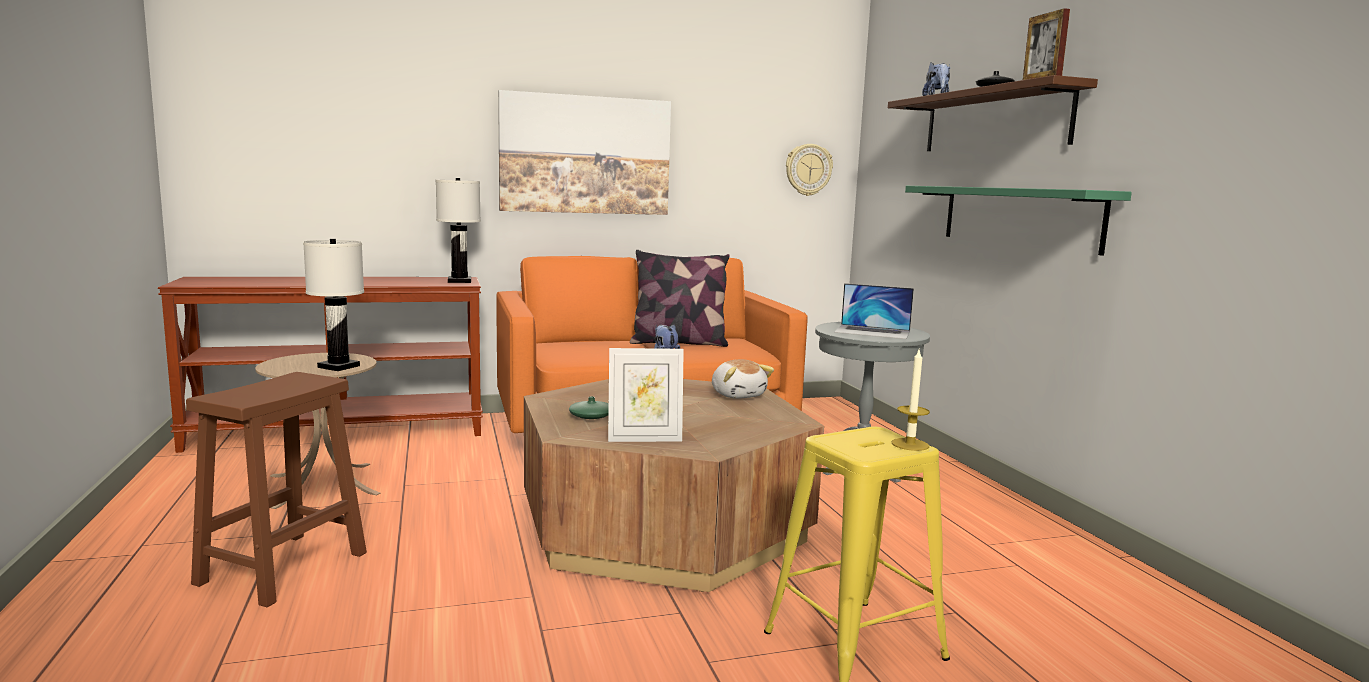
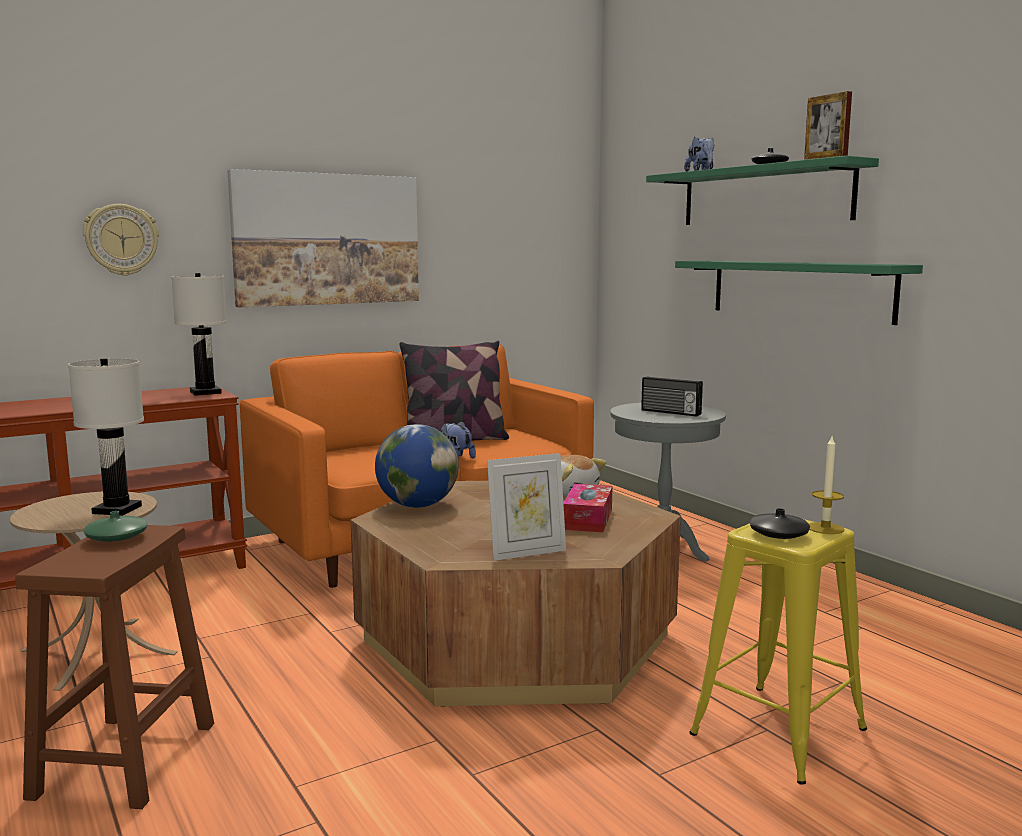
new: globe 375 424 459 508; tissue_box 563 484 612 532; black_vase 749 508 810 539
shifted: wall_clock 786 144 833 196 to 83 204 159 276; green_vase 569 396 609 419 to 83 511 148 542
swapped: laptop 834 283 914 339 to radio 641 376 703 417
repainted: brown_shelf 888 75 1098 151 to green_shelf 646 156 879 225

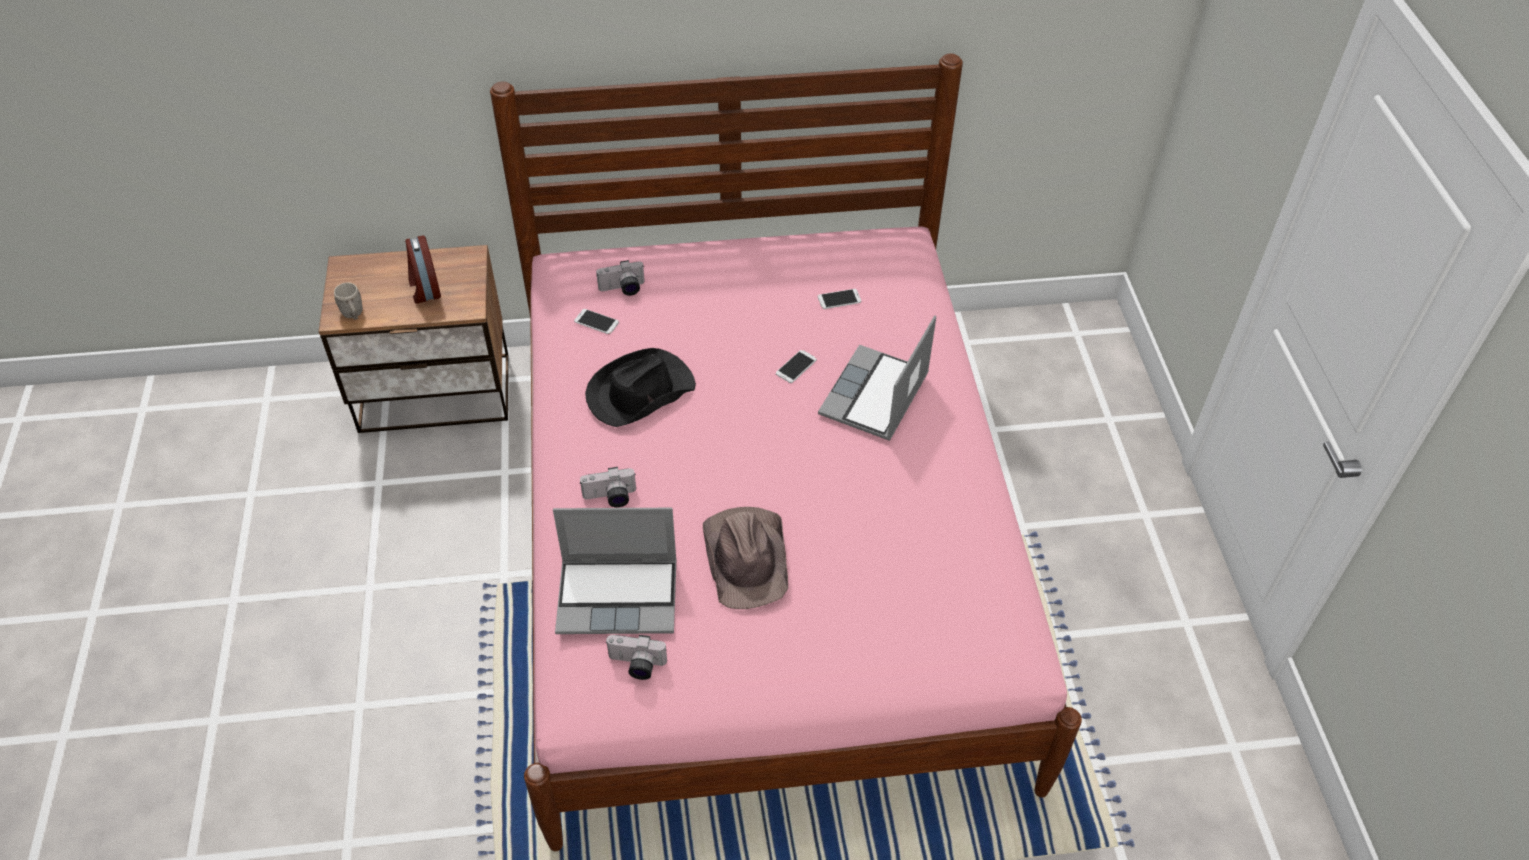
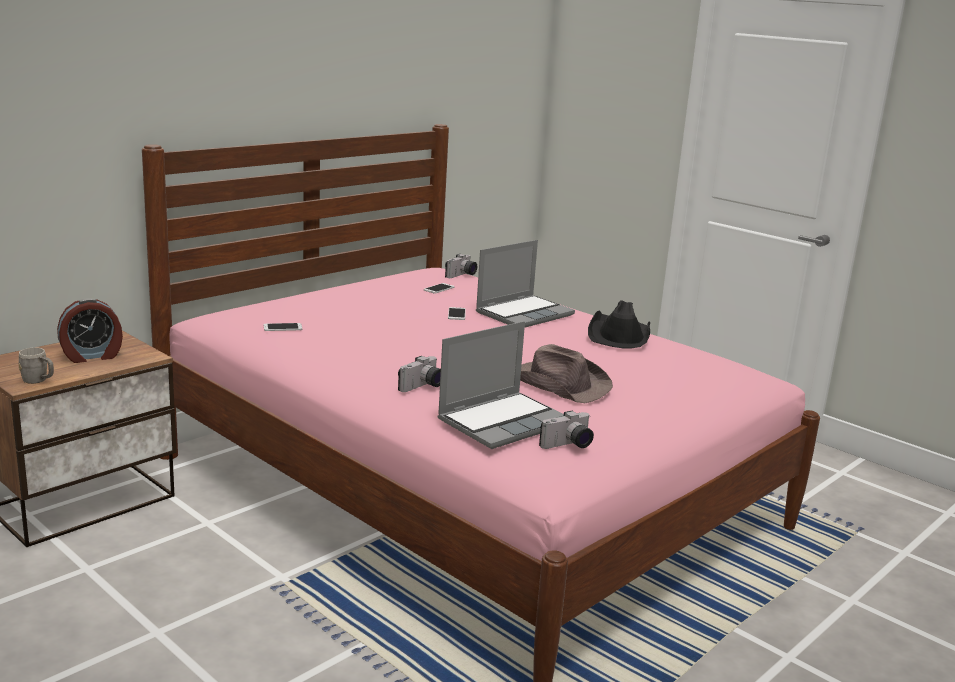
shifted: photo_camera 596 260 645 296 to 445 254 477 278; black_hat 585 348 696 427 to 588 300 650 348
rotated: alarm_clock 405 236 441 304 = 57 298 123 363 60 degrees counterclockwise; laptop 818 315 936 441 = 476 240 575 327 120 degrees counterclockwise

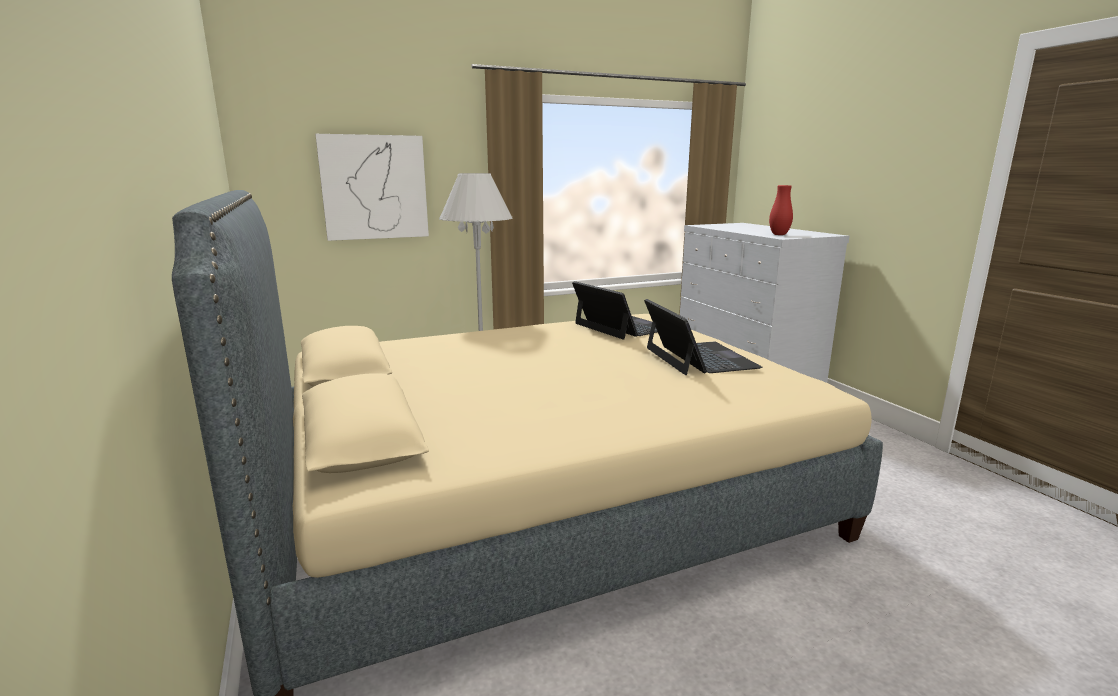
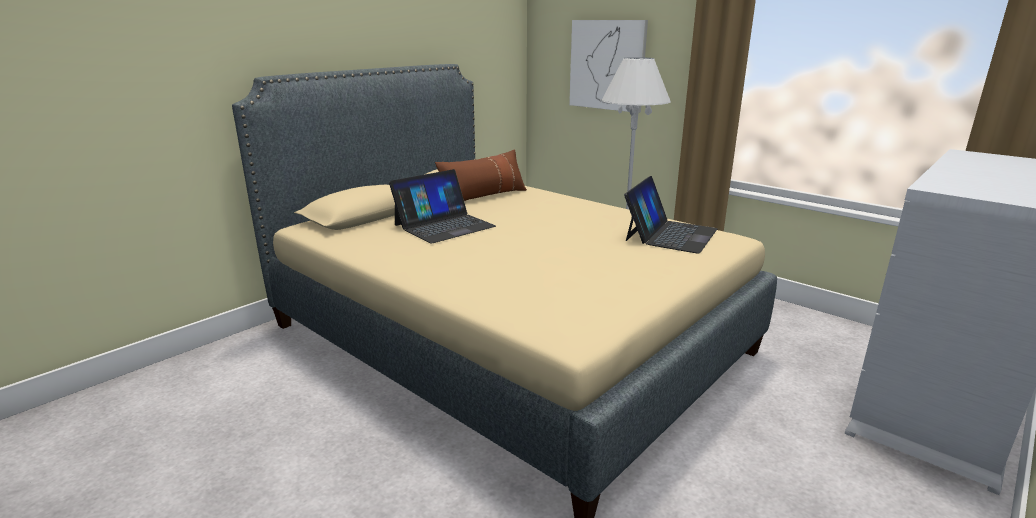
gone: red_vase 769 185 793 235
new: brown_pillow 435 150 527 201
shifted: laptop 644 299 763 375 to 389 169 496 244

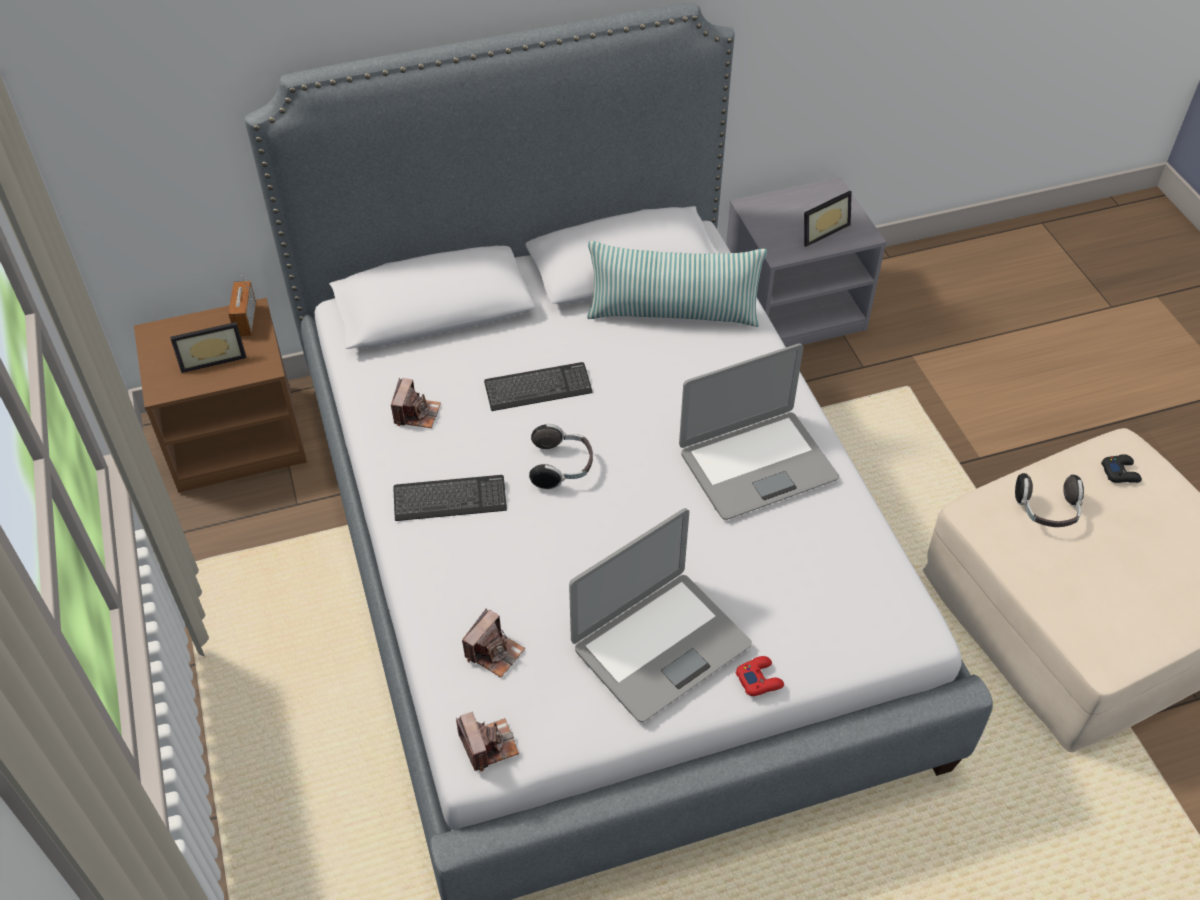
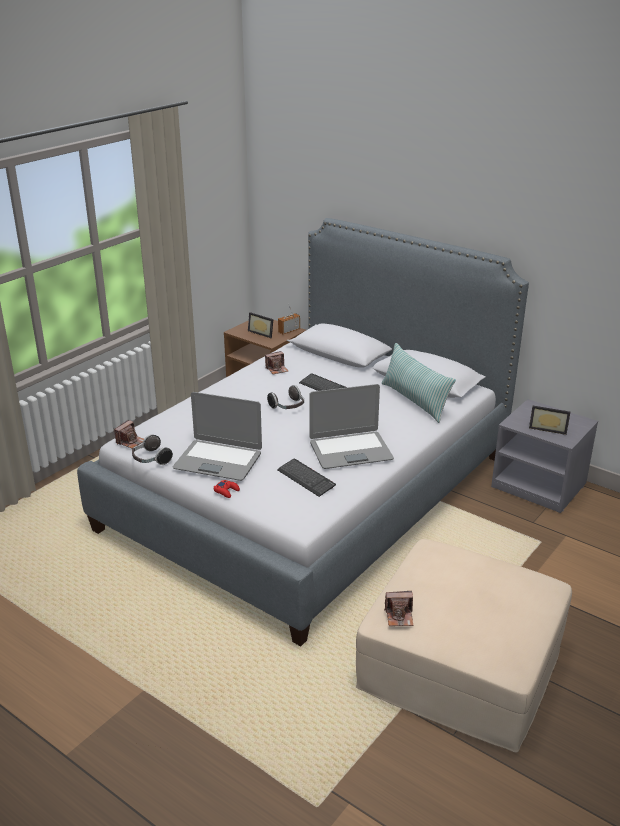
gone: black_game_controller 1101 454 1142 483
shifted: headphones 1015 473 1084 527 to 132 434 173 465; keyboard 393 475 507 521 to 277 459 336 497; photo_camera 462 608 525 677 to 384 591 414 626
rotated: laptop 679 343 839 520 = 309 384 394 469 45 degrees counterclockwise

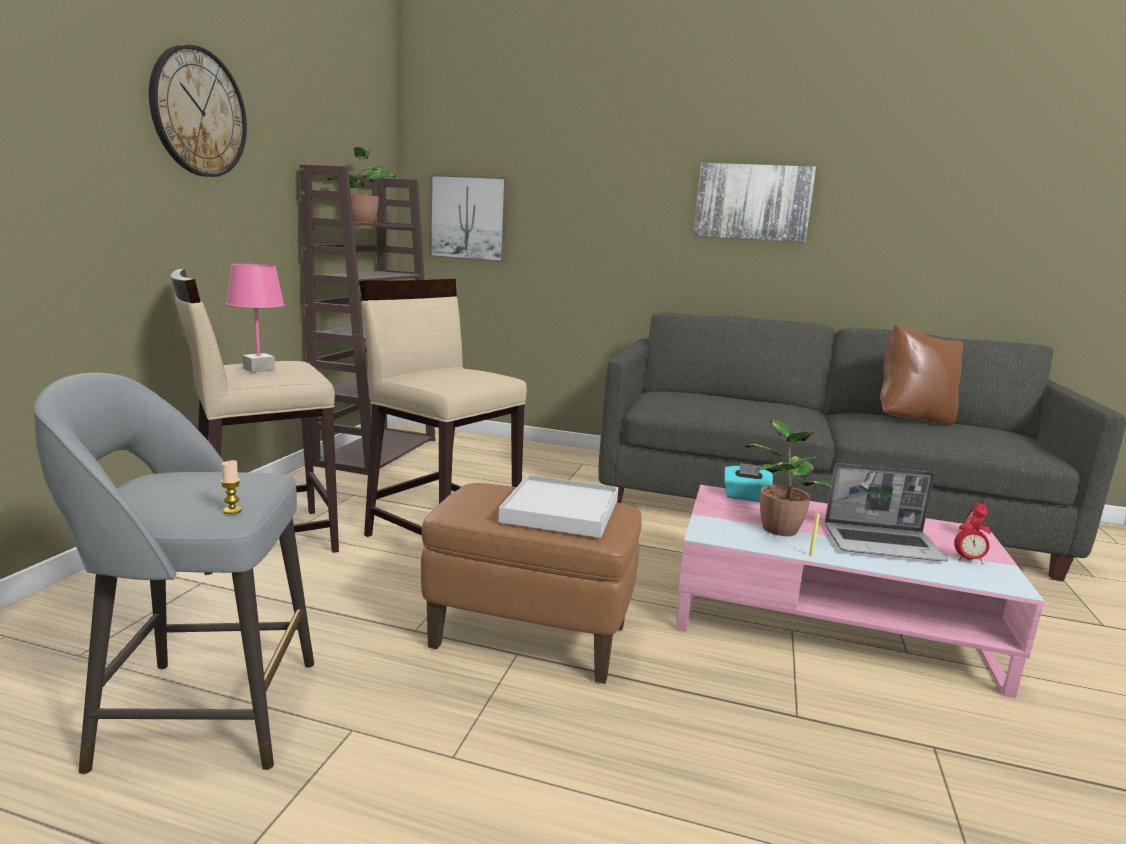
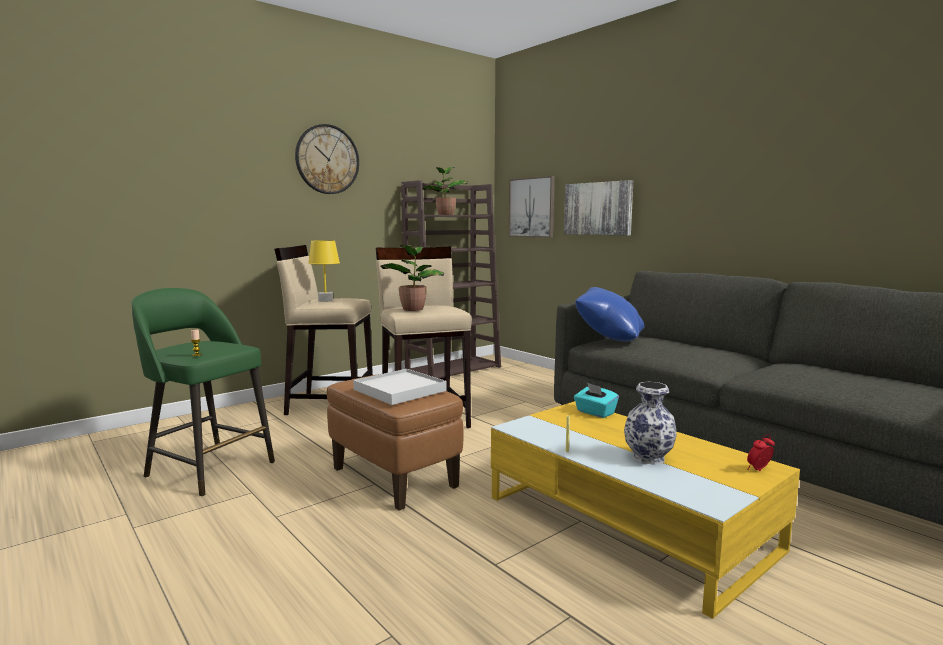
gone: brown_pillow 880 324 963 424; alarm_clock 954 517 991 564
new: blue_pillow 575 287 645 342
shifted: picture 693 163 816 243 to 564 180 633 236; potted_plant 740 419 834 536 to 380 245 445 311
swapped: laptop 825 463 948 561 to vase 624 381 676 465
repainted: pink_table_lamp 226 264 285 372 to yellow_table_lamp 308 240 340 302; grey_stool 34 373 314 774 to green_stool 131 288 275 496; pink_coffee_table 676 485 1044 698 to yellow_coffee_table 491 401 800 619

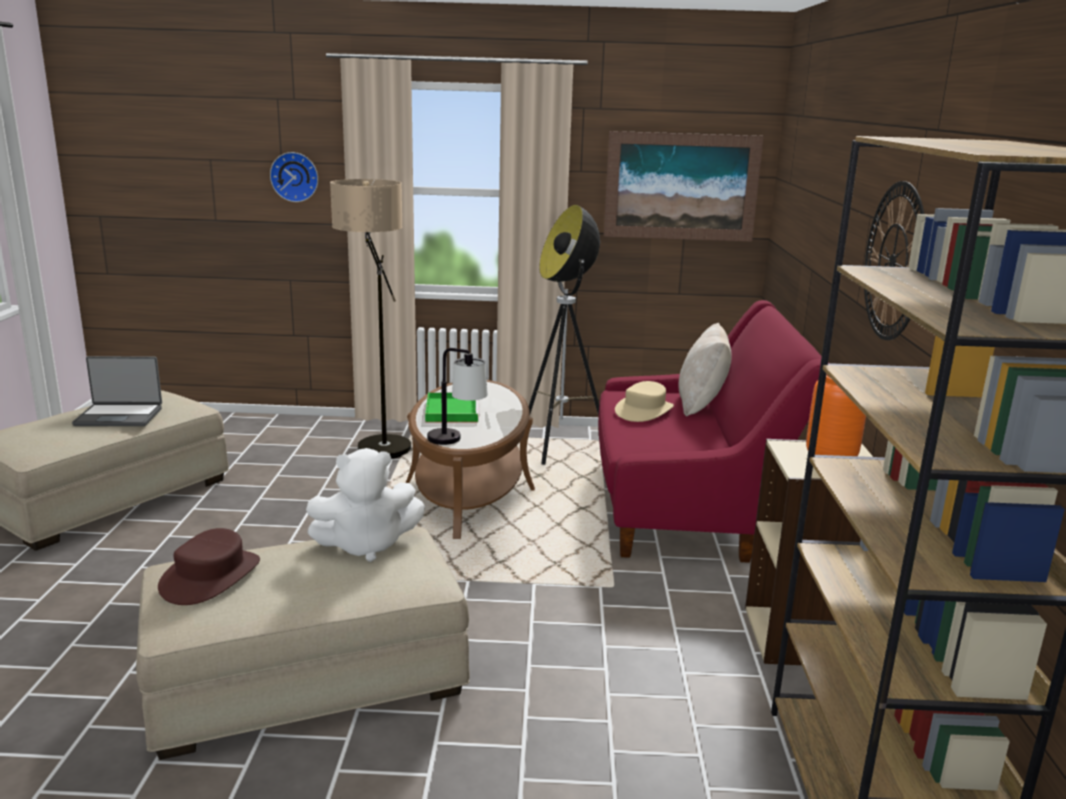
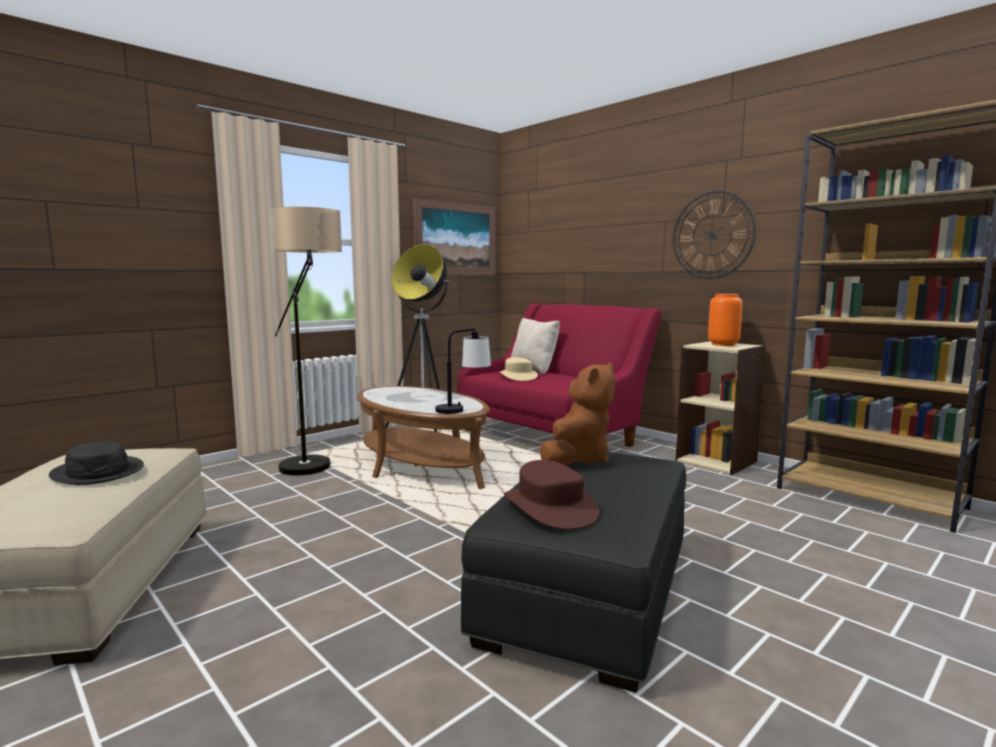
gone: wall_clock 270 152 318 202; green_tray 425 393 480 423
swapped: laptop 72 356 162 426 to black_hat 49 441 144 485
repainted: white_plush_toy 306 448 425 562 to brown_plush_toy 540 362 615 466; beige_ottoman 136 527 470 760 to black_ottoman 461 452 686 692

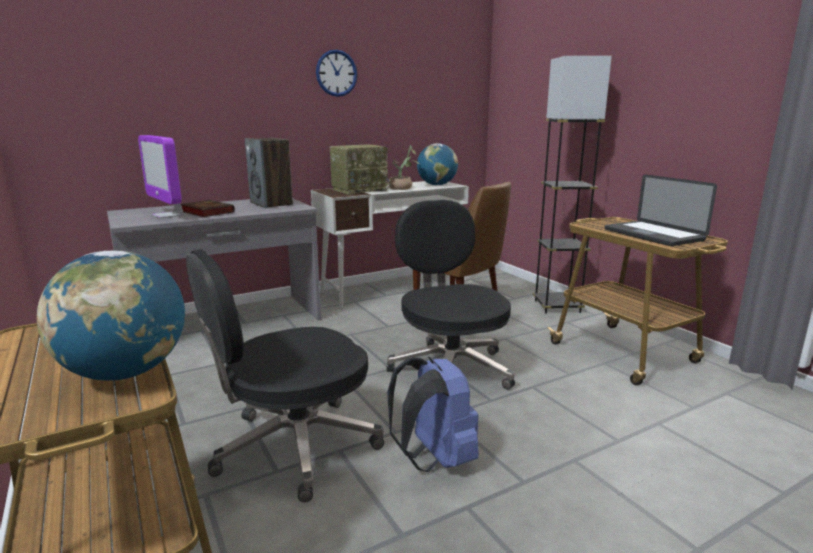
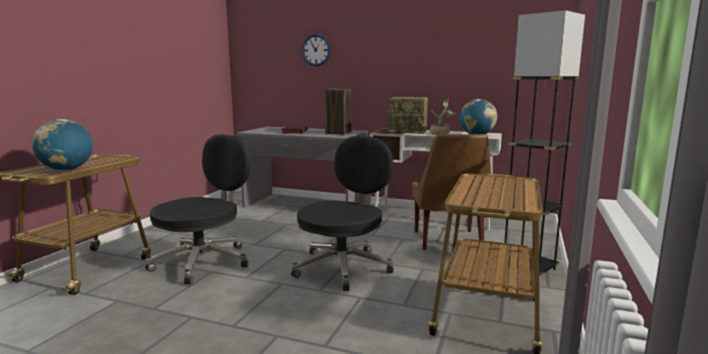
gone: monitor 138 135 183 218; laptop 604 174 717 246; blue_backpack 387 357 479 472
shifted: wall_clock 316 49 357 97 to 302 34 330 66
rotated: black_office_chair 186 249 384 502 = 145 134 251 284 105 degrees clockwise

